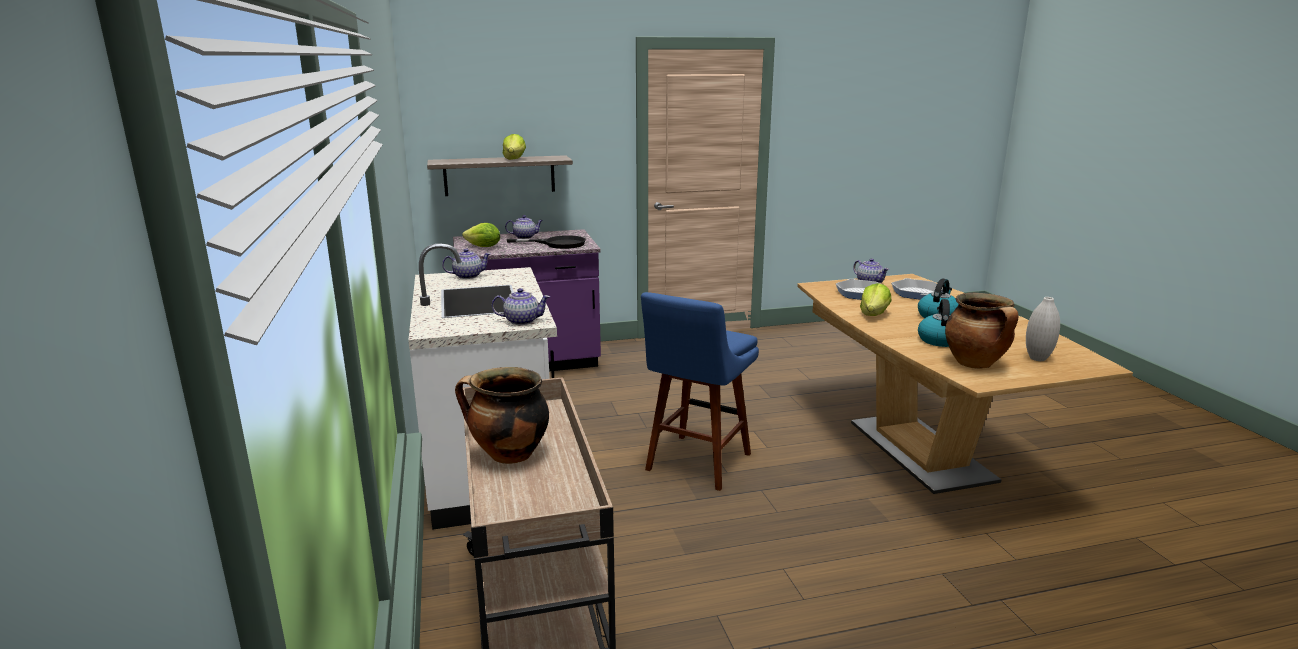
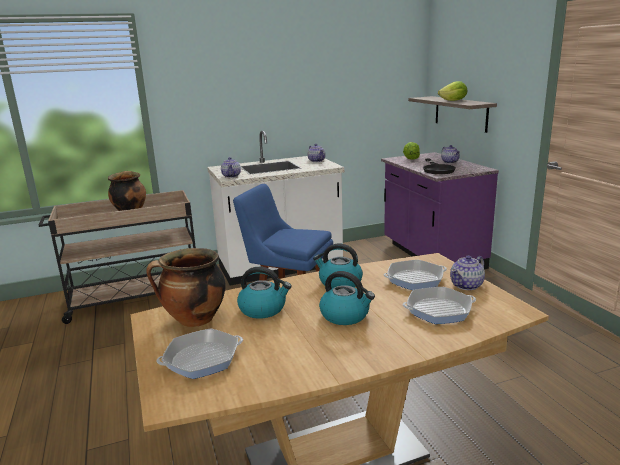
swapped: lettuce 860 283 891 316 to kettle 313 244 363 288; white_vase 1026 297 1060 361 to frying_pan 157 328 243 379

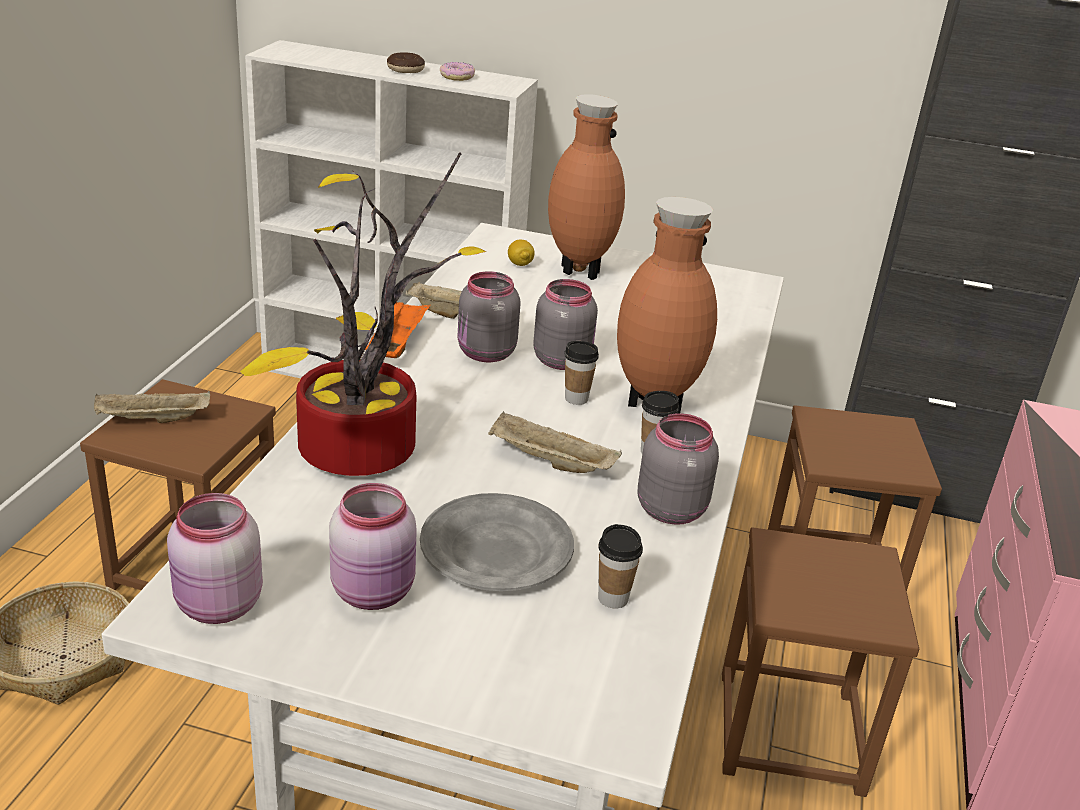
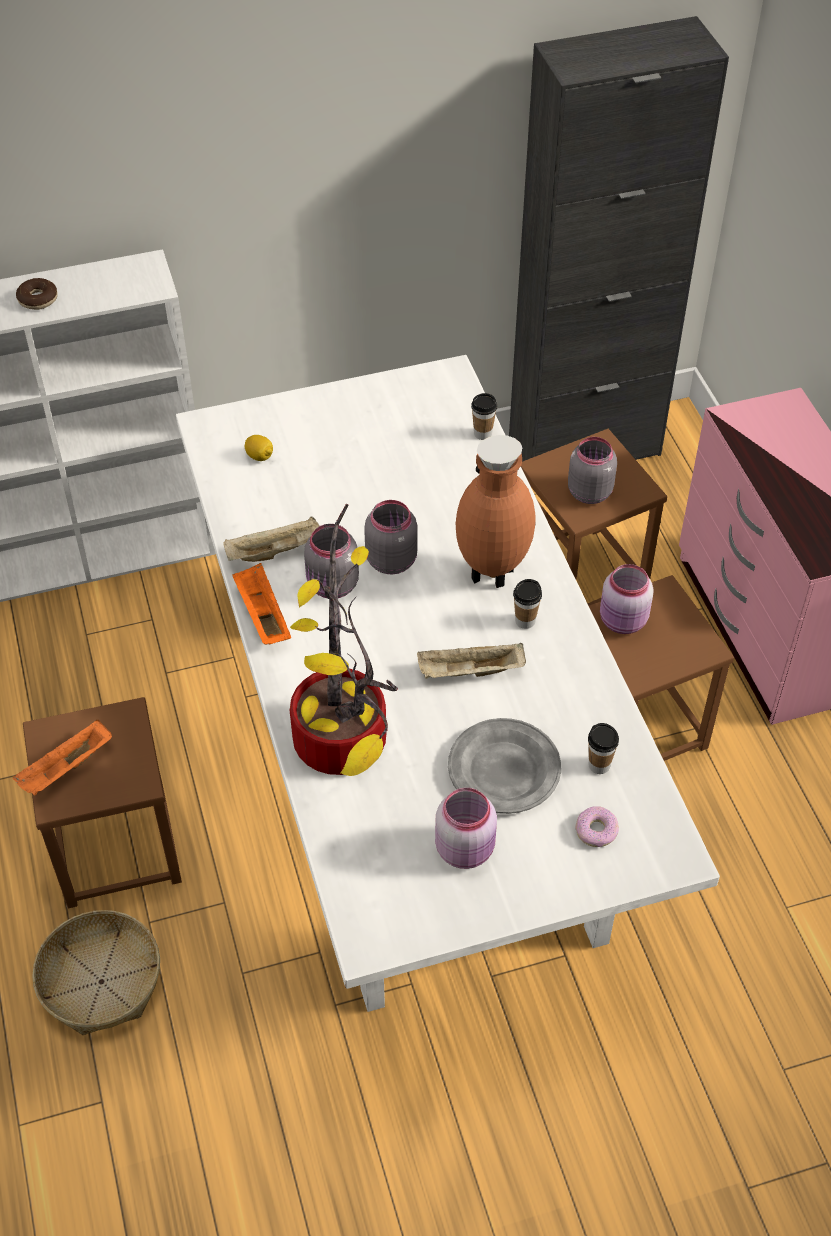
gone: brown_vase 548 94 625 280
shifted: donut 440 62 475 81 to 575 806 619 847; cup 564 341 599 405 to 471 393 497 440; grey_jar 638 413 719 525 to 568 437 617 504; pink_jar 167 493 263 624 to 600 564 654 634
repainted: beige_tray 94 391 210 423 to orange_tray 13 720 112 796

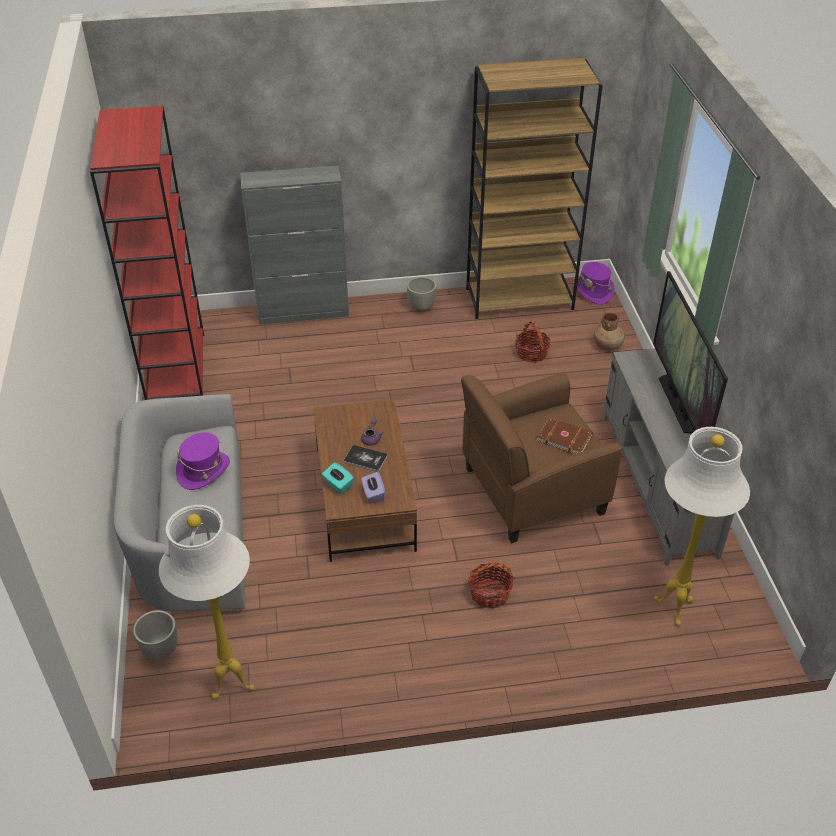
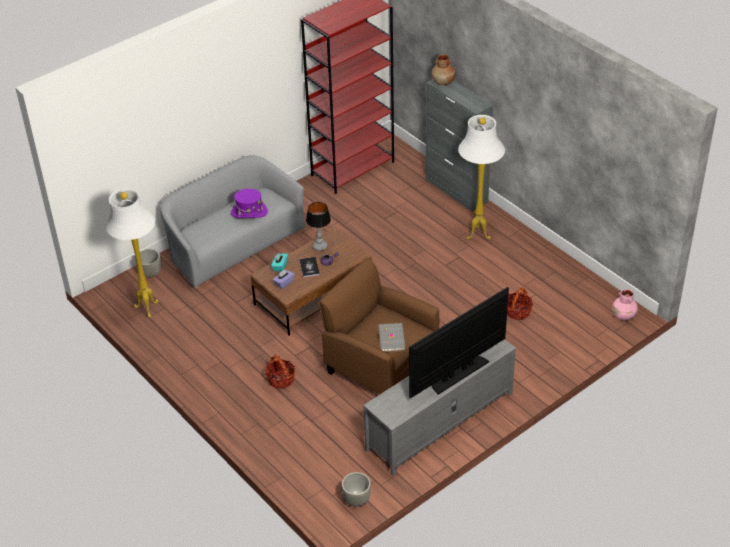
gone: brown_bookcase 466 58 603 319
new: table_lamp 306 202 331 251
shifted: grey_planter 407 277 437 312 to 342 472 371 507; brown_vase 594 312 625 351 to 431 54 456 85; white_floor_lamp 654 427 750 626 to 458 115 505 240
swapped: purple_hat 577 262 614 305 to pink_vase 612 289 638 320
repainted: brown_book 536 417 593 454 to grey_book 378 323 406 352

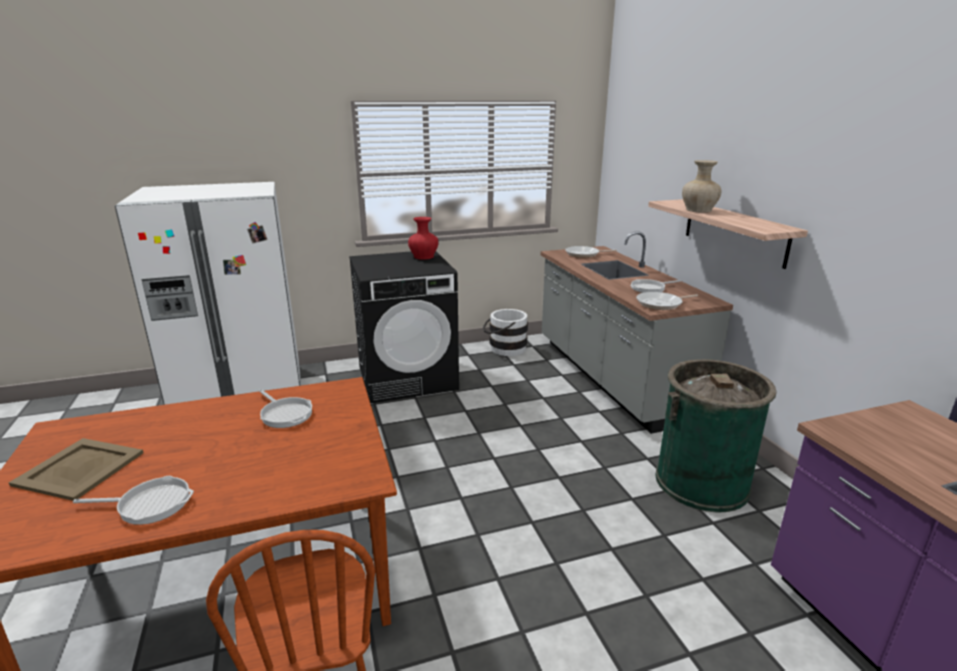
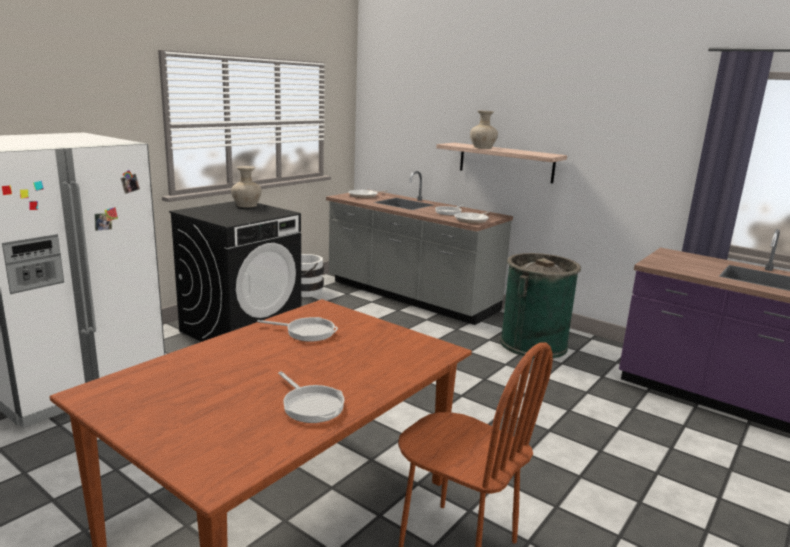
gone: beige_tray 9 438 144 501
repainted: red_vase 408 217 439 260 to beige_vase 231 166 262 208
rotated: frying_pan 73 476 194 525 = 278 371 345 423 90 degrees clockwise

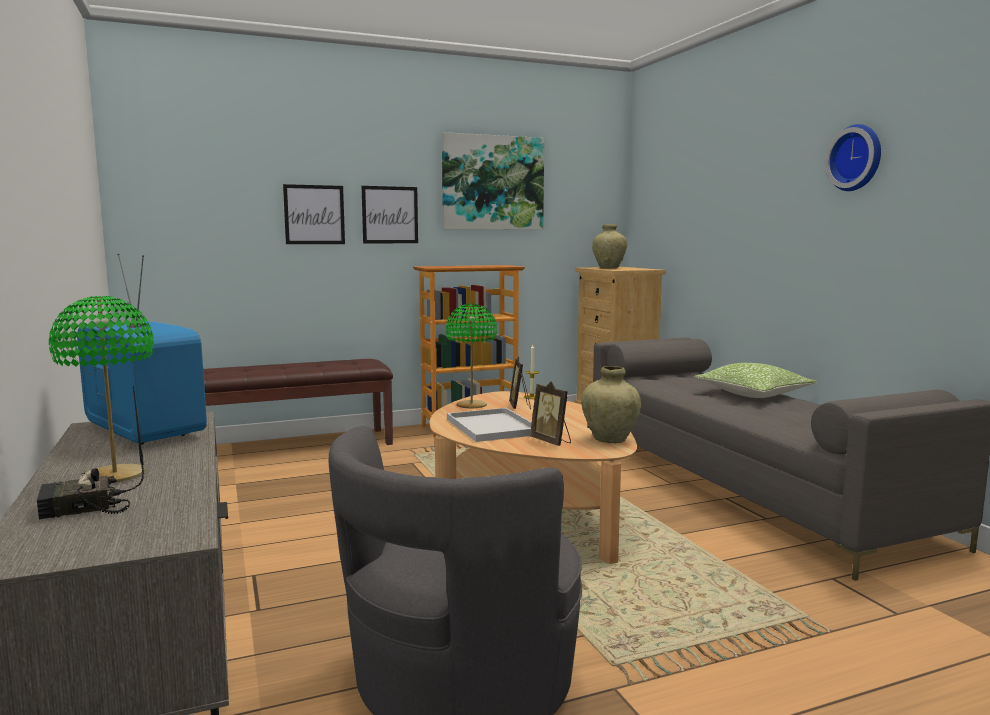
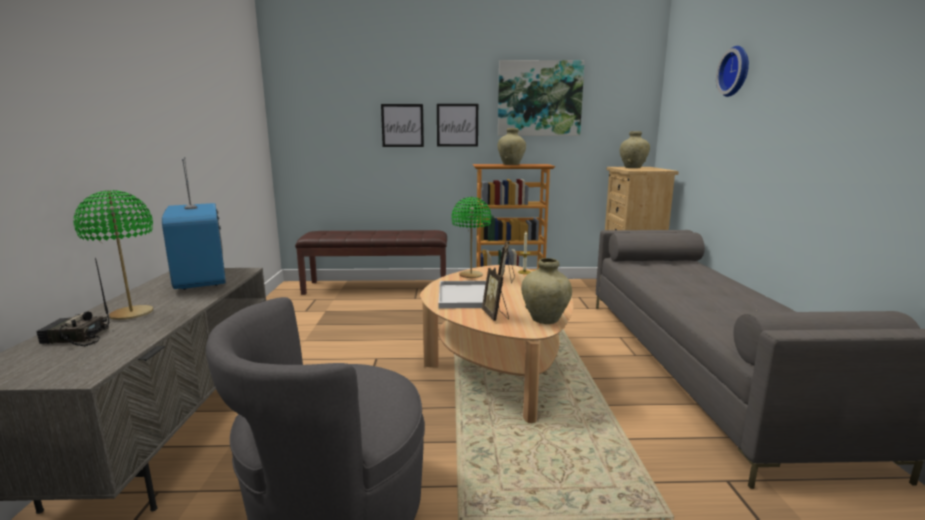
gone: pillow 694 363 817 398
new: beige_vase 498 128 526 165
shifted: wall_clock 825 124 881 191 to 716 46 749 97

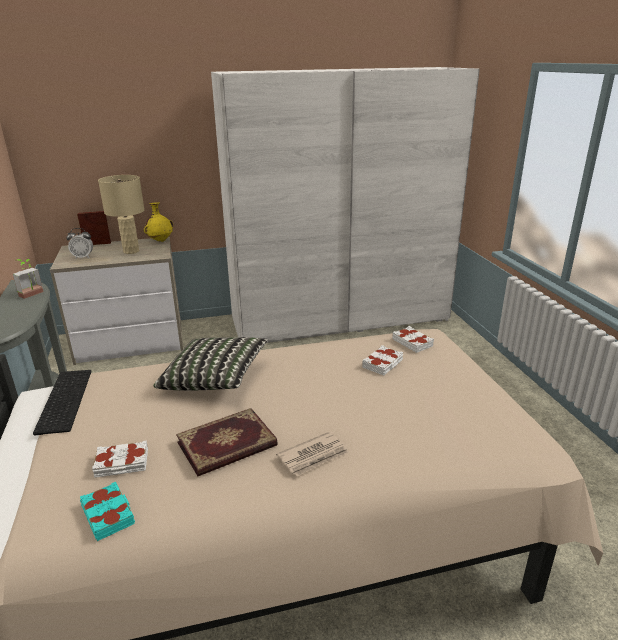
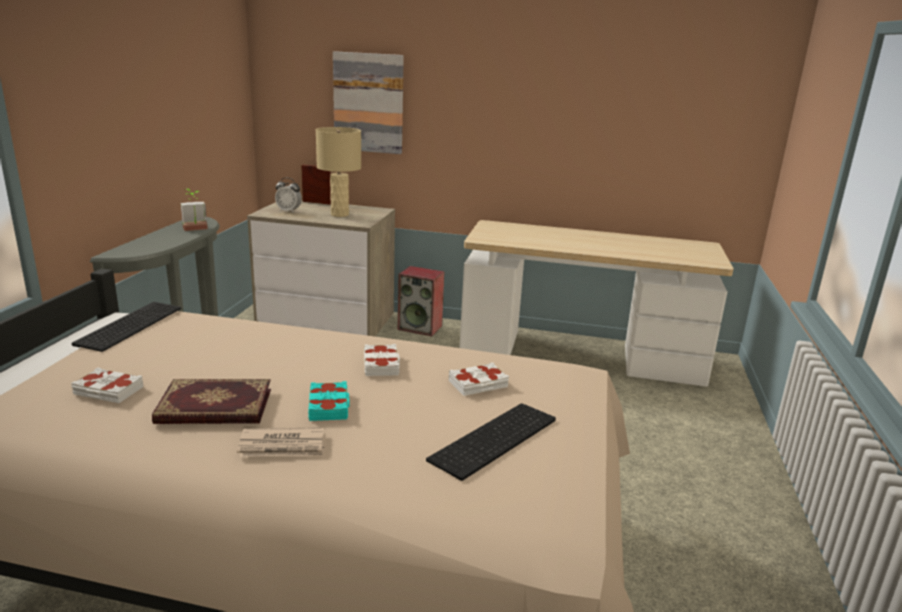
gone: yellow_vase 144 202 174 242; pillow 154 337 268 391
new: picture 333 51 404 154; speaker 398 266 445 336; keyboard 426 403 556 481
shifted: white_book 392 326 434 353 to 364 344 400 376; turquoise_book 80 482 135 541 to 308 381 350 421
swapped: white_wardrobe 211 67 480 343 to desk 460 220 733 387

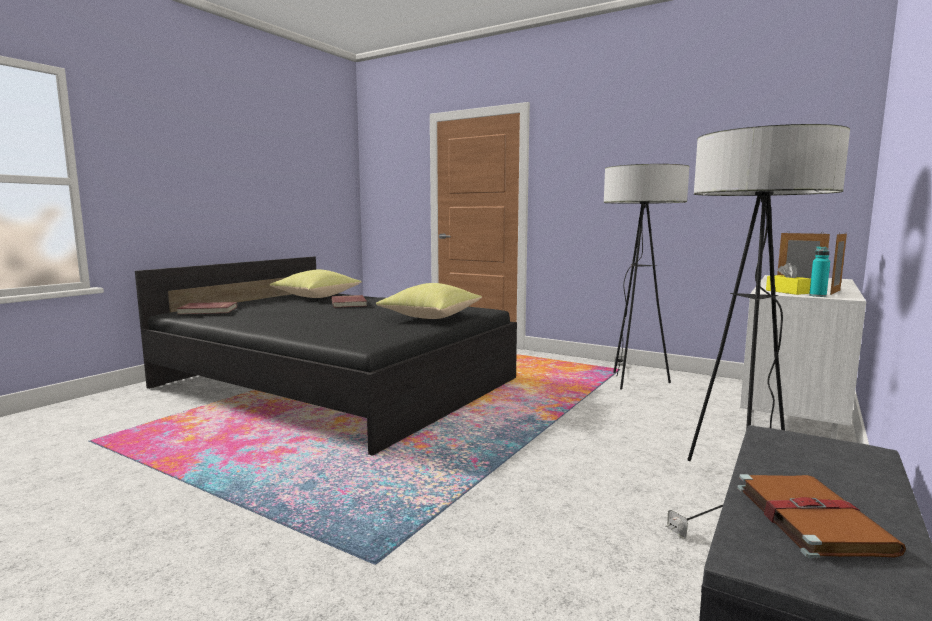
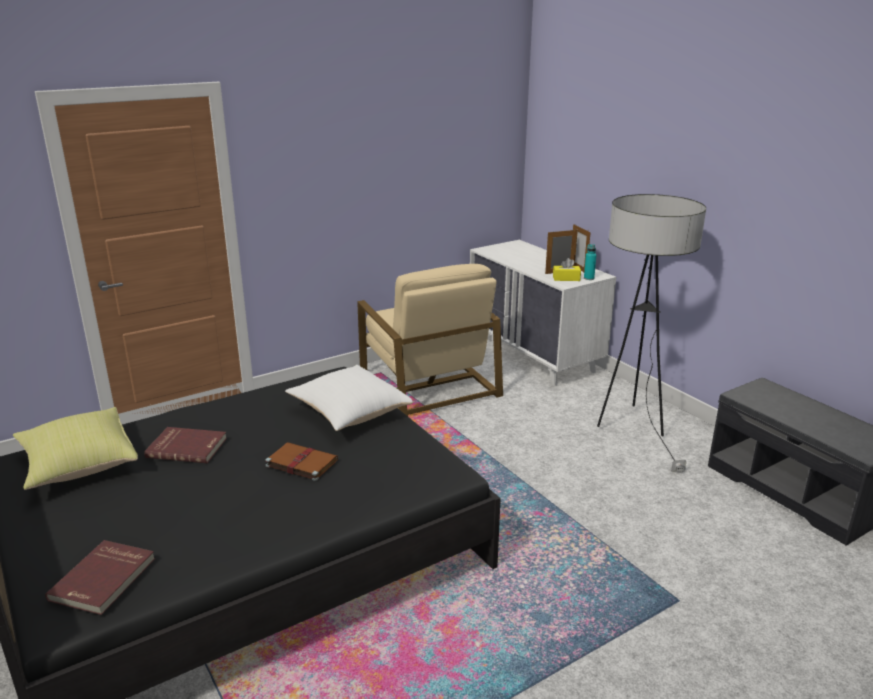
shifted: brown_book 737 474 906 558 to 265 442 338 481
swapped: floor_lamp 604 164 689 390 to beige_armchair 357 264 503 416
repainted: yellow_pillow 376 283 482 319 to white_pillow 285 365 413 431

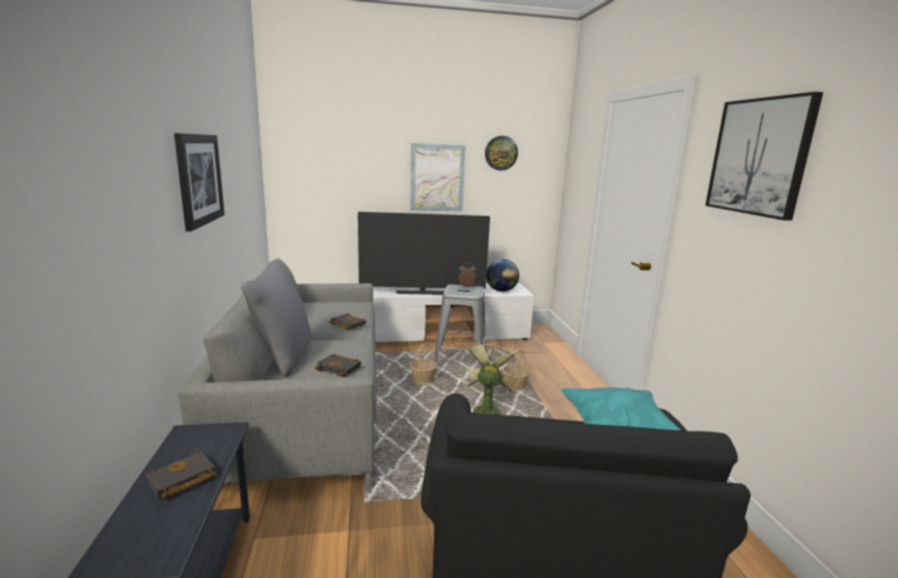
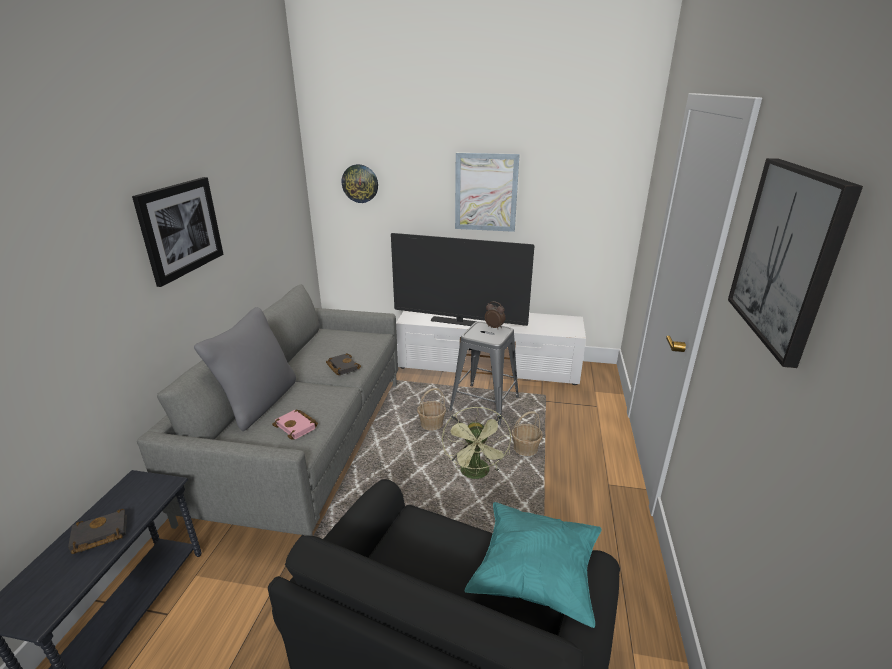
gone: globe 486 259 519 292
shifted: wall_clock 485 136 518 171 to 342 164 378 203
repainted: black_book 315 354 361 377 to pink_book 272 410 318 440
rotated: green_fan 460 339 522 415 = 442 407 511 479 150 degrees clockwise

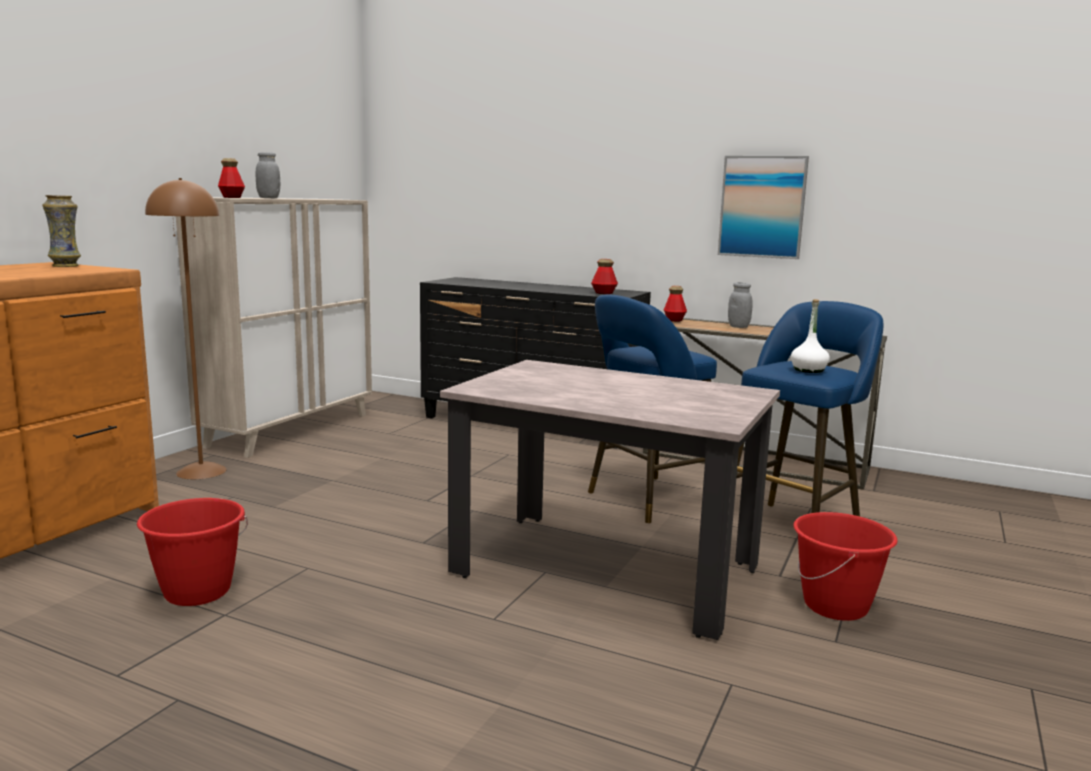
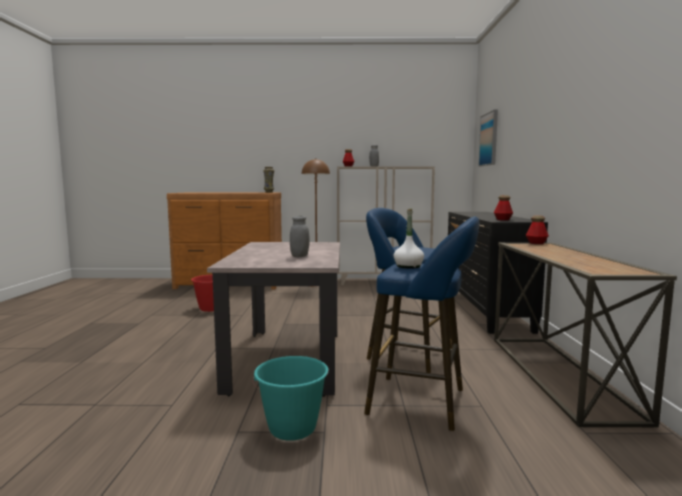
shifted: picture 718 156 809 259 to 479 109 498 166; grey_jar 728 282 752 328 to 290 216 310 257
repainted: red_bucket 793 512 898 621 to turquoise_bucket 252 356 329 441

